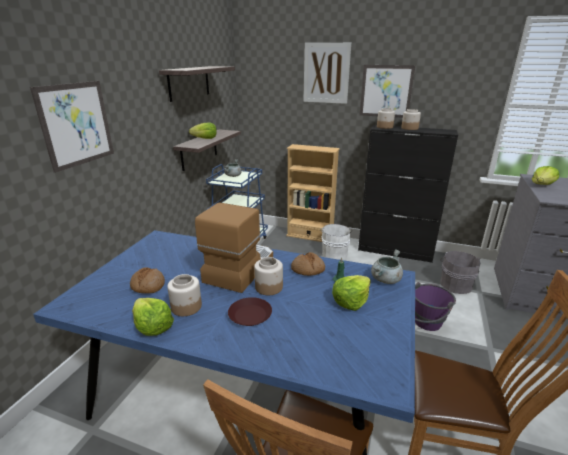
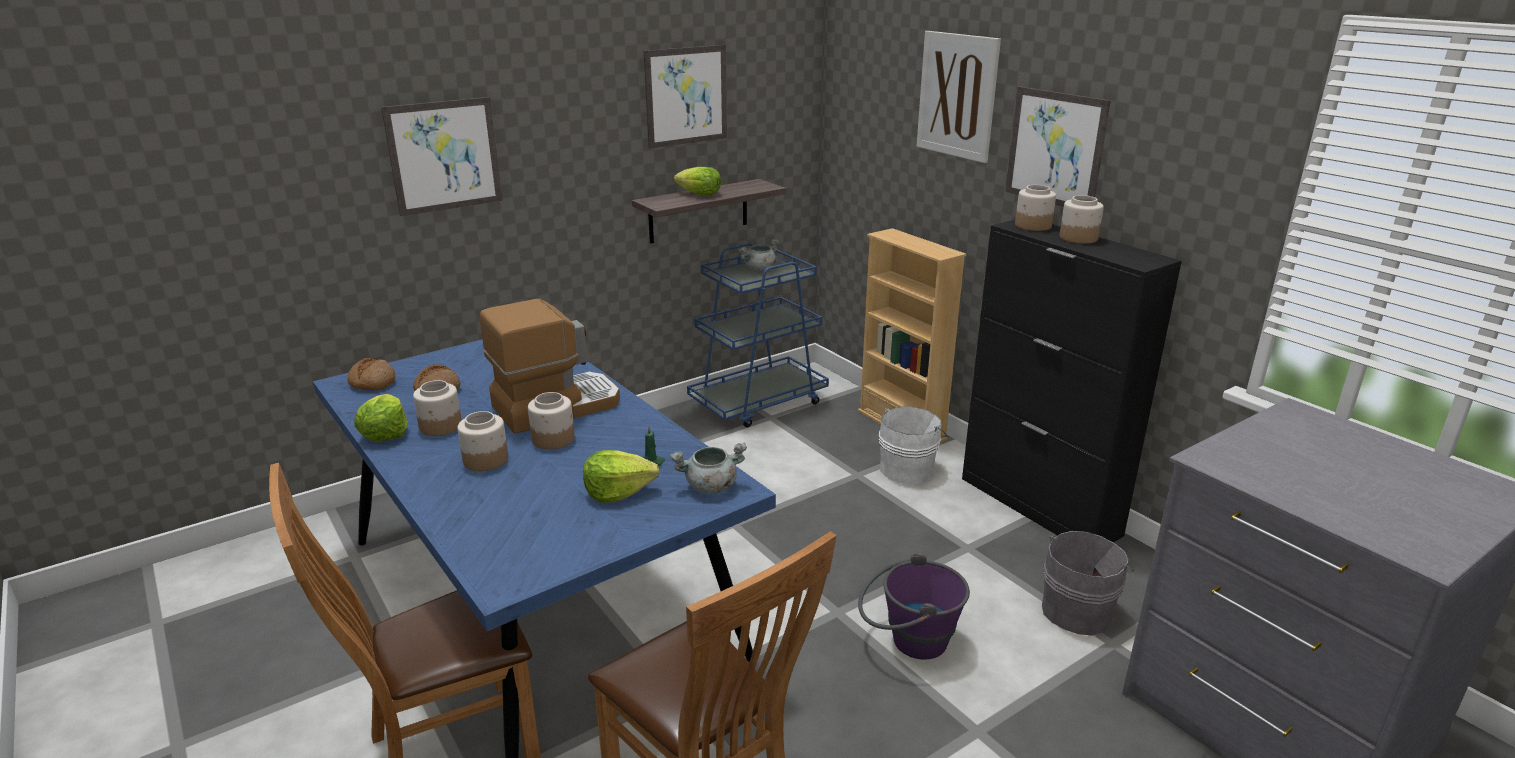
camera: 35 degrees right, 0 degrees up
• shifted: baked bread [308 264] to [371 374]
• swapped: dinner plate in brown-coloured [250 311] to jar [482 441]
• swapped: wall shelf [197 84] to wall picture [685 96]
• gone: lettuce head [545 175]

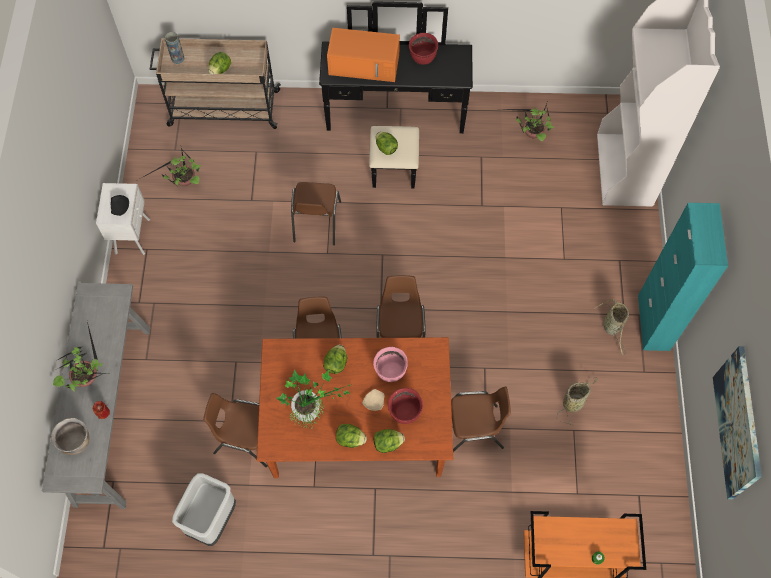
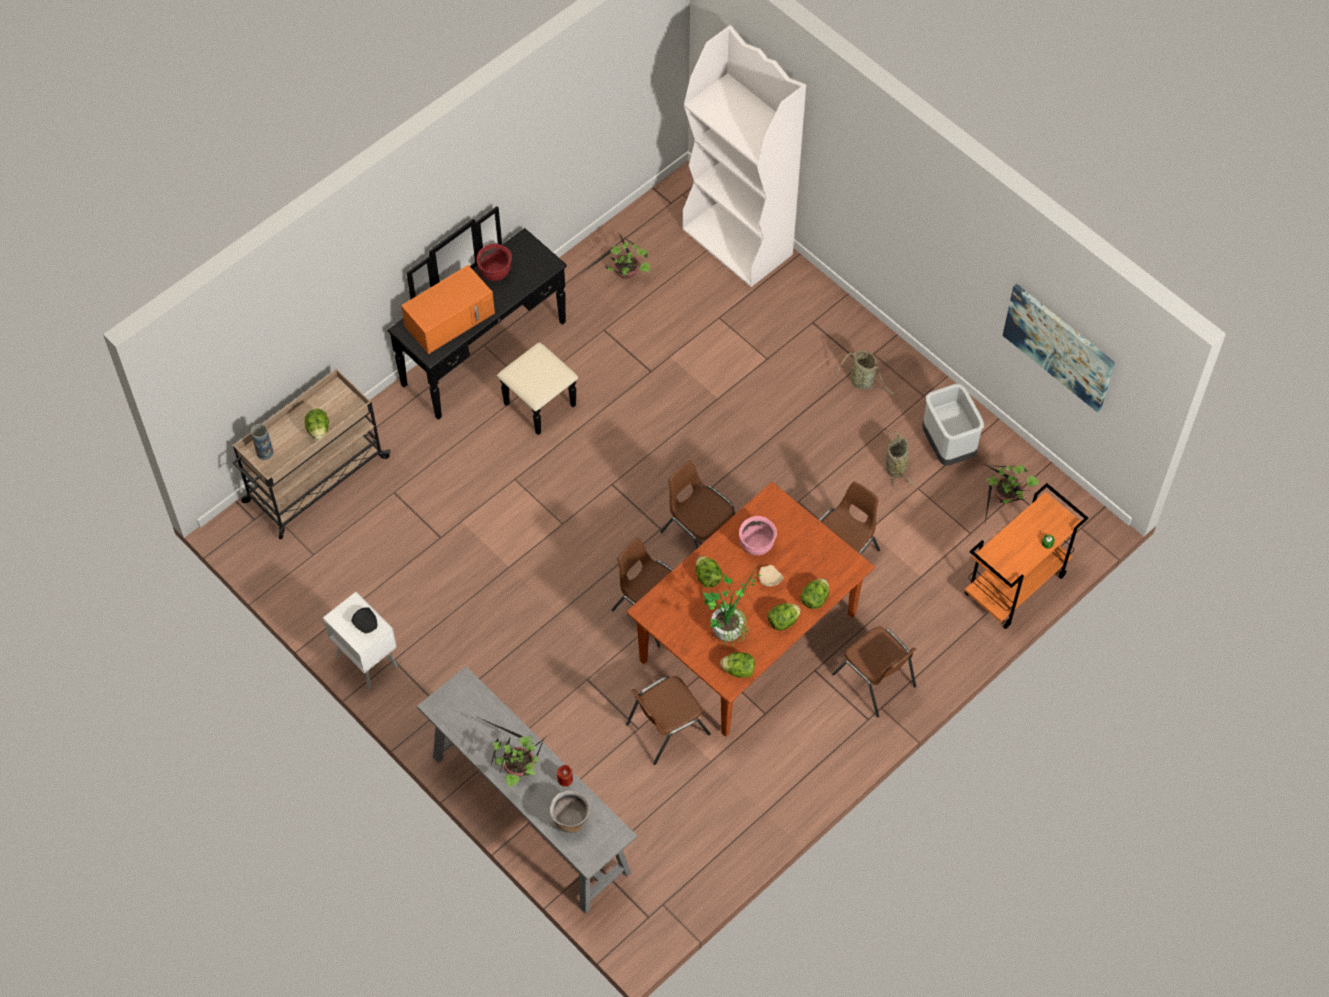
camera: 45 degrees left, 5 degrees down
• shifted: lettuce head [387 143] to [738 665]
• shifted: chair in brown-coloured [316 213] to [874 671]
• shifted: rubbish bin in gray [204 509] to [953 425]
• shifted: plant in a pot [169 167] to [1010 493]
• gone: cooking pot in red [405 406]
• gone: storage cabinet in turquoise [683 277]

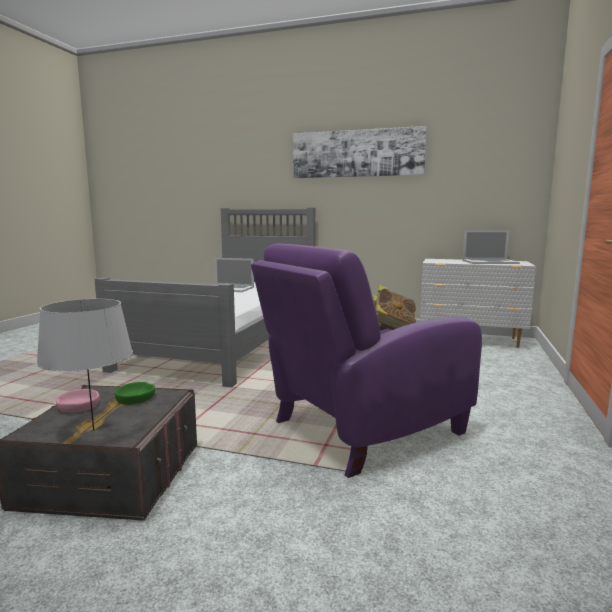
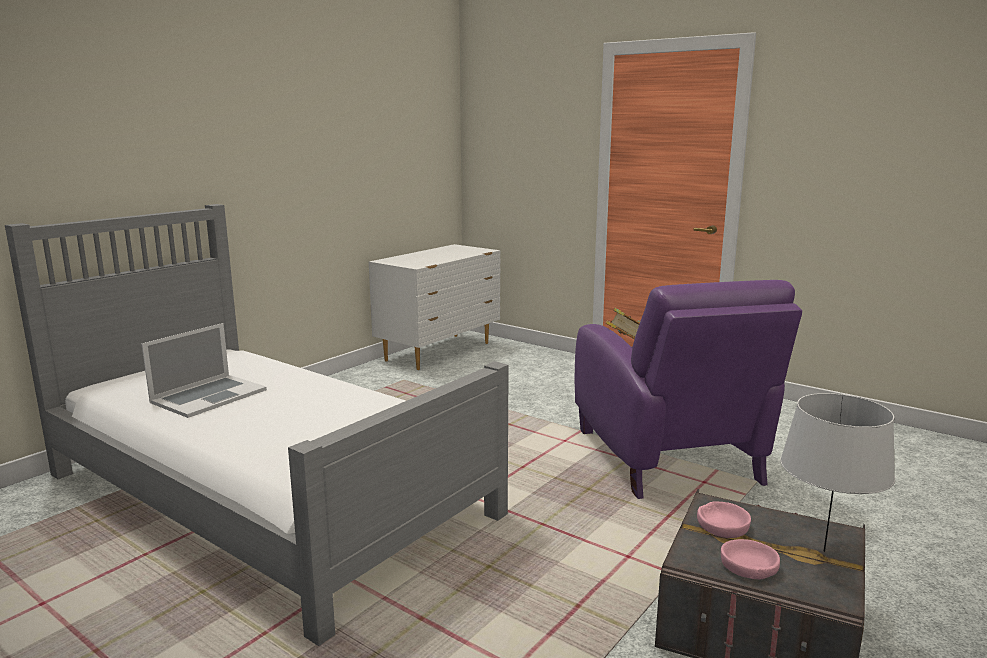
camera: 70 degrees left, 5 degrees up
• repainted: bowl in green [135 393] to bowl in pink [724 520]
• gone: wall picture [360 152]
• gone: laptop [491 247]

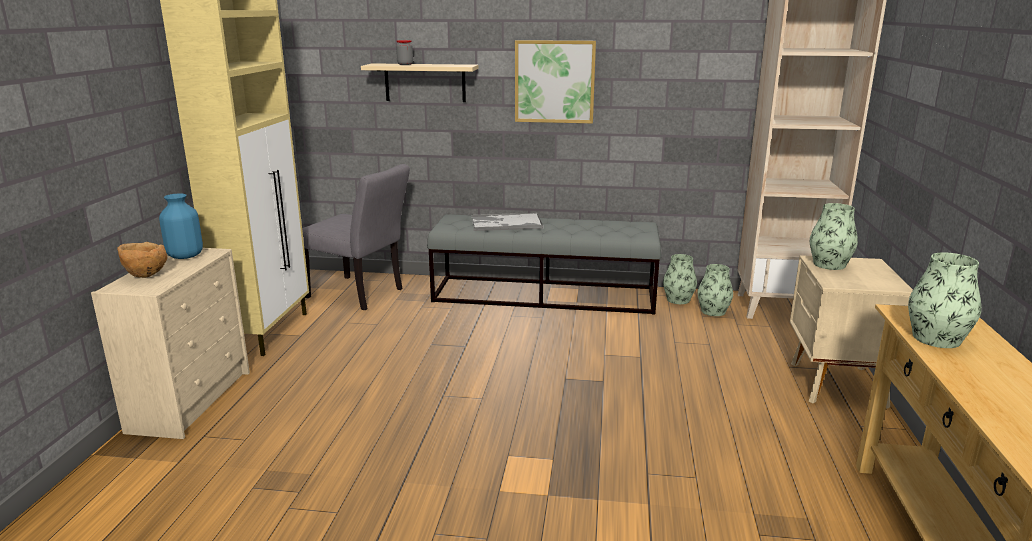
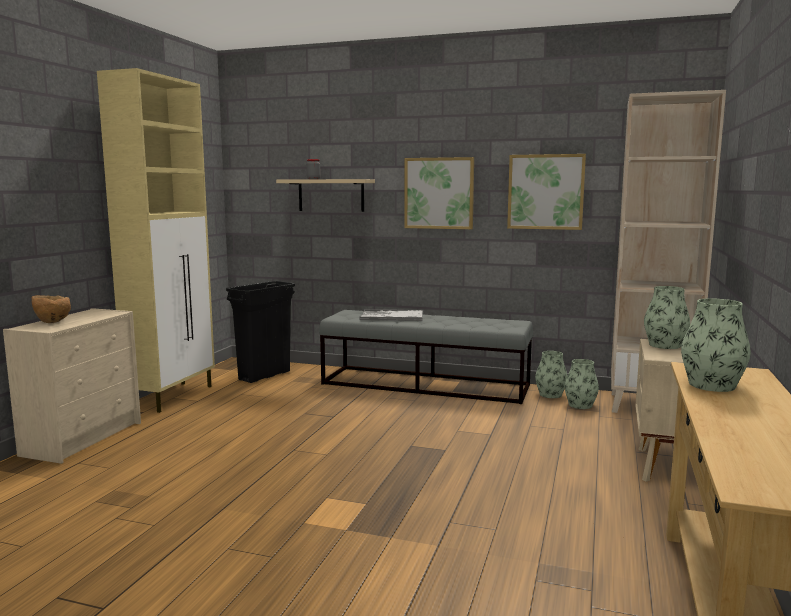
camera: 10 degrees right, 10 degrees down
• swapped: chair in gray [356 237] to rubbish bin in black [260 332]
• new: wall picture [546 192]
• gone: vase in blue [181 226]

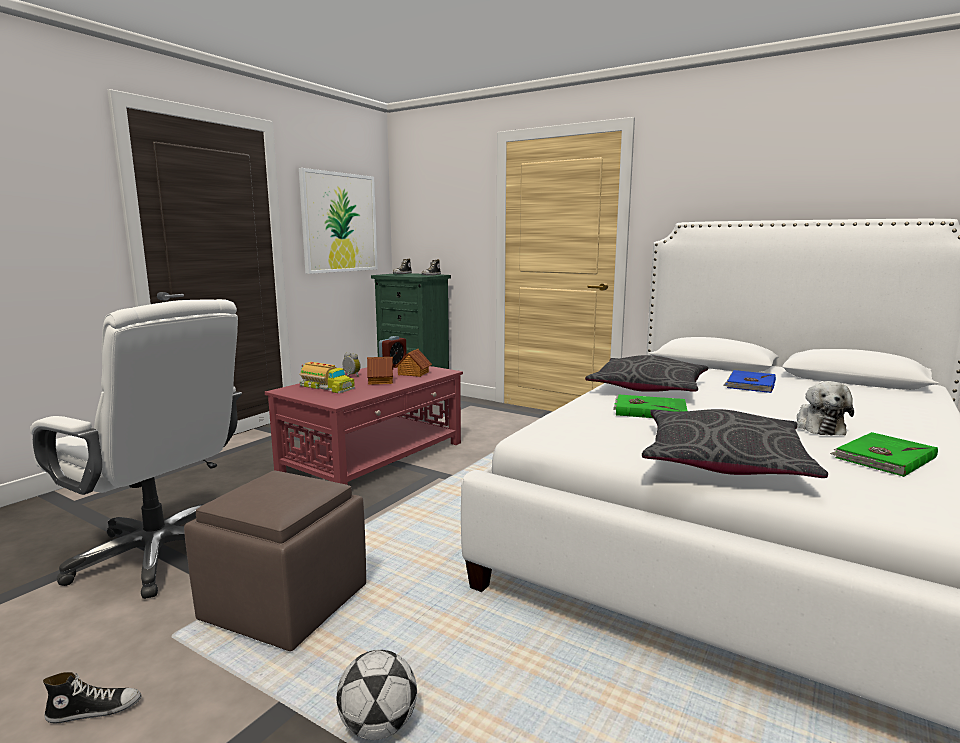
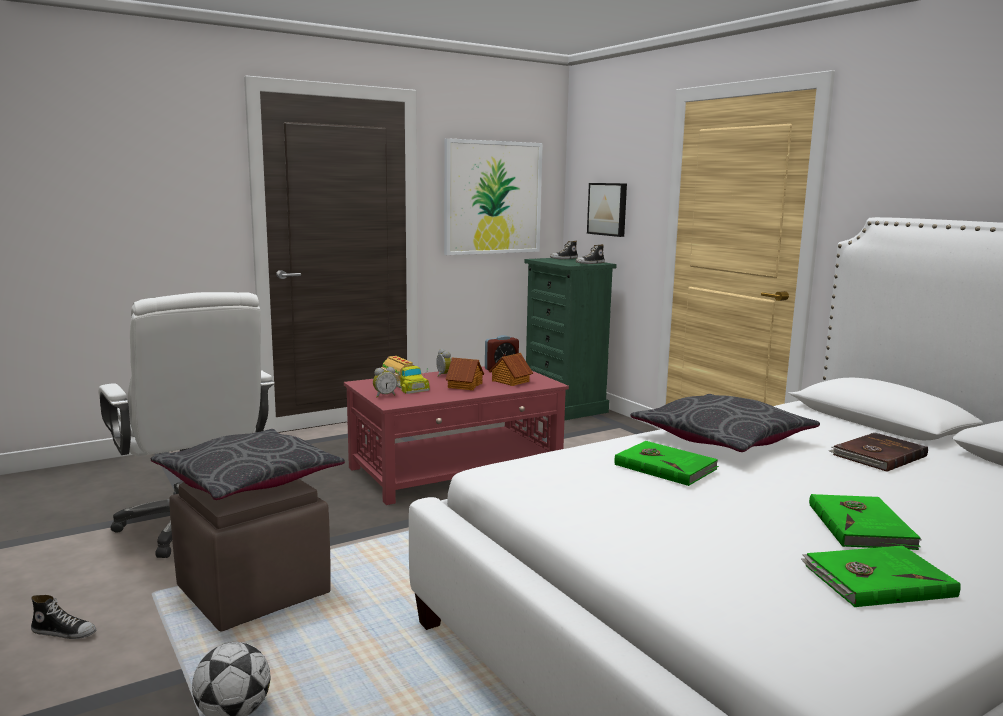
camera: 25 degrees right, 0 degrees up
• shifted: throw pillow in gray [735 443] to [248 464]
• new: alarm clock [385 382]
• new: wall picture [607 210]
• swapped: cuddly toy [825 408] to bound book in green [865 522]
• repainted: bound book in blue [749 381] to bound book in brown-coloured [878 452]

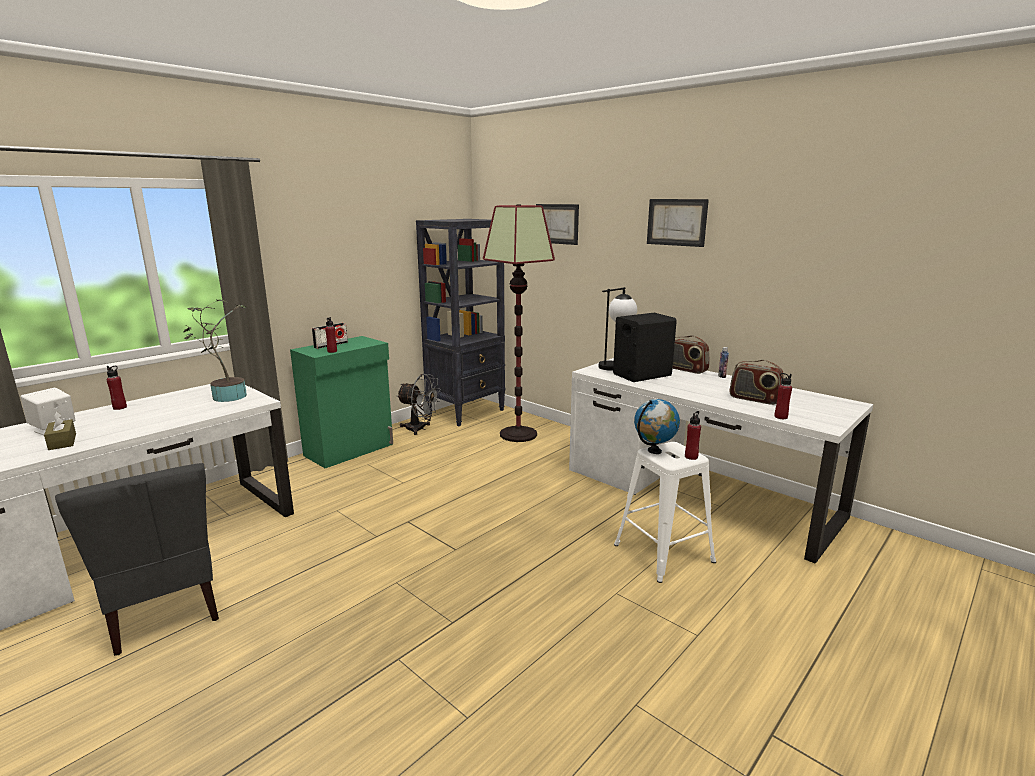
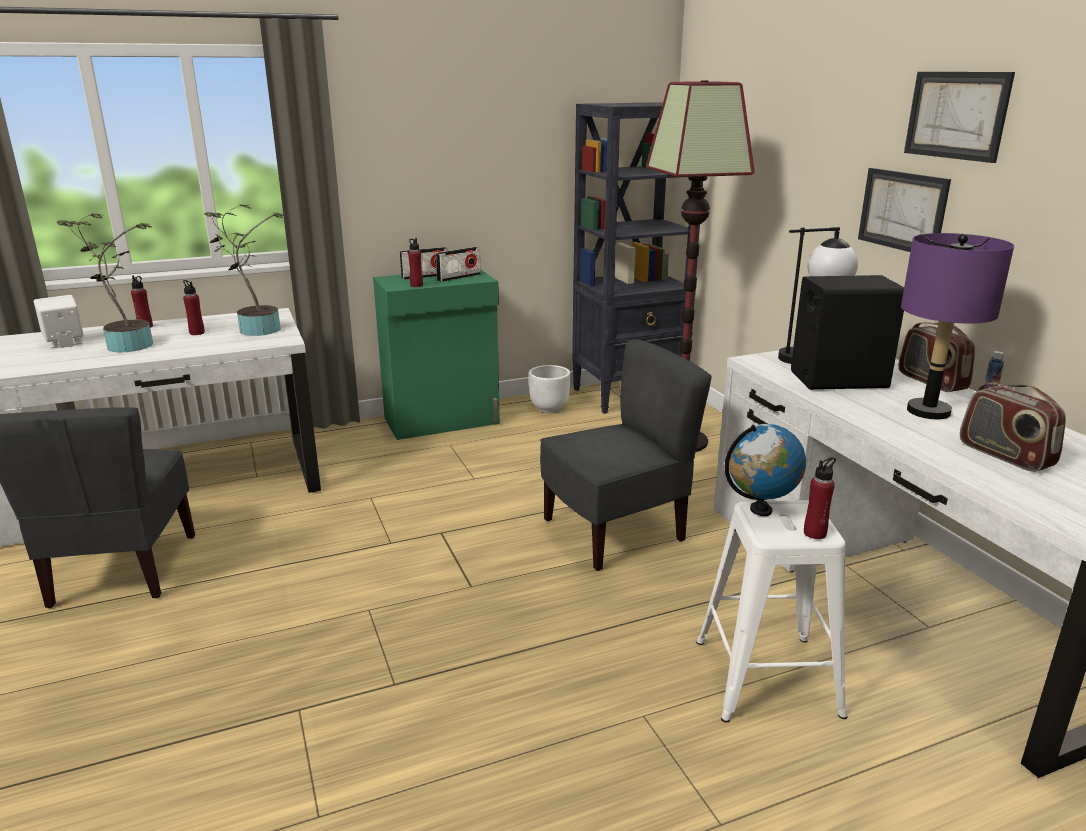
camera: 25 degrees right, 5 degrees up
• new: plant in a pot [105 282]
• shifted: drink bottle in red [783 396] to [194 307]
• new: radio receiver [458 264]
• swapped: fan in gray [419 404] to flower pot in white [549 389]
• new: chair in gray [626 455]
• shifted: wall picture [557 224] to [904 210]
• new: table lamp in purple-coloured [957 326]
• gone: tissue holder in brown-coloured [60 431]

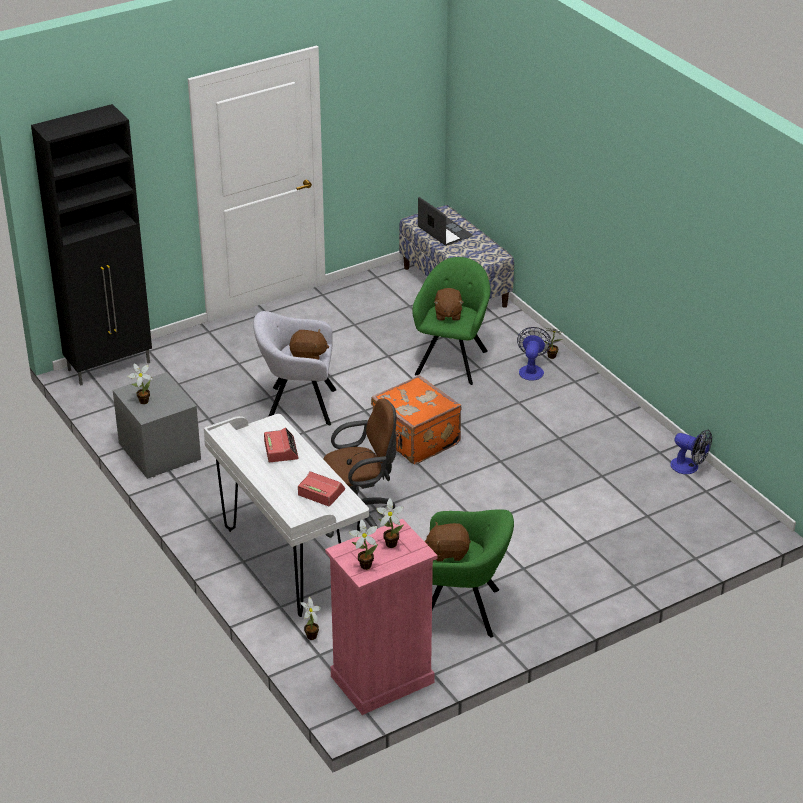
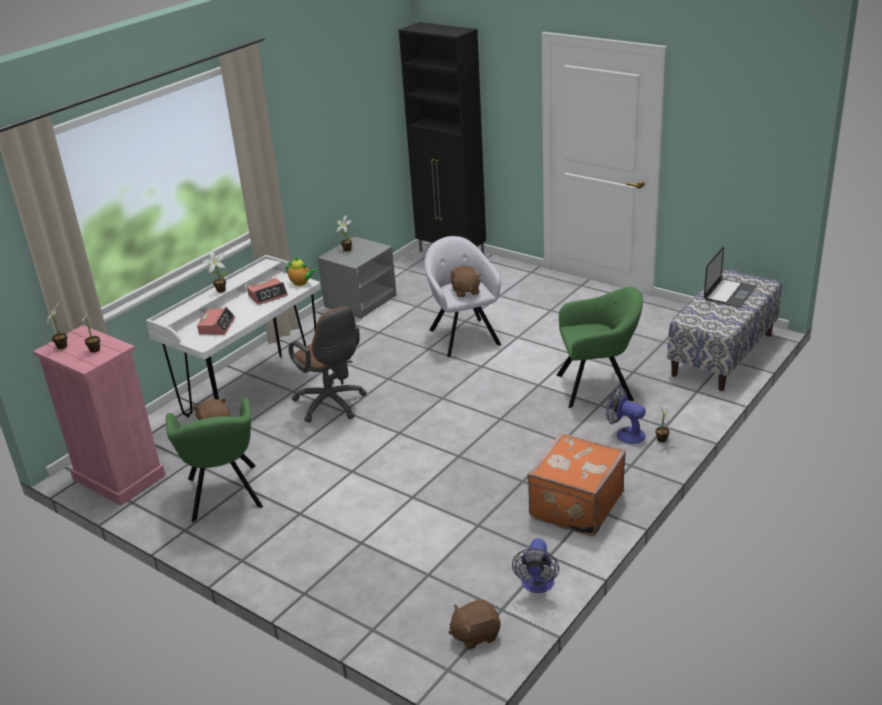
camera: 70 degrees right, 5 degrees down
• shifted: plant in a pot [310 618] to [215 272]
• new: pot for tea [302 271]
• shifted: cuddly toy in brown-coloured [449 304] to [474 624]
• shifted: suitcase in orange-coloured [416 419] to [576 484]
• rotated: fan [534 354] = [626 415] 135 degrees counterclockwise

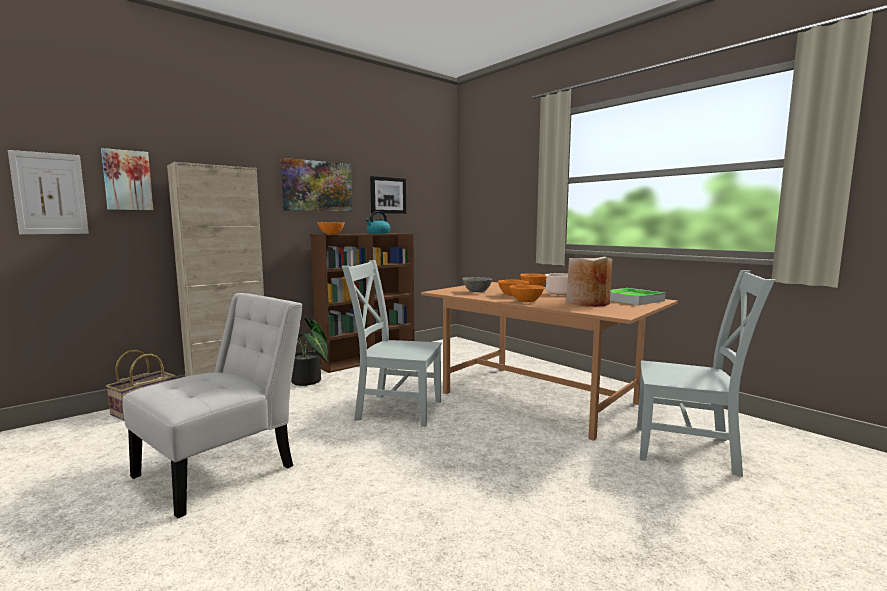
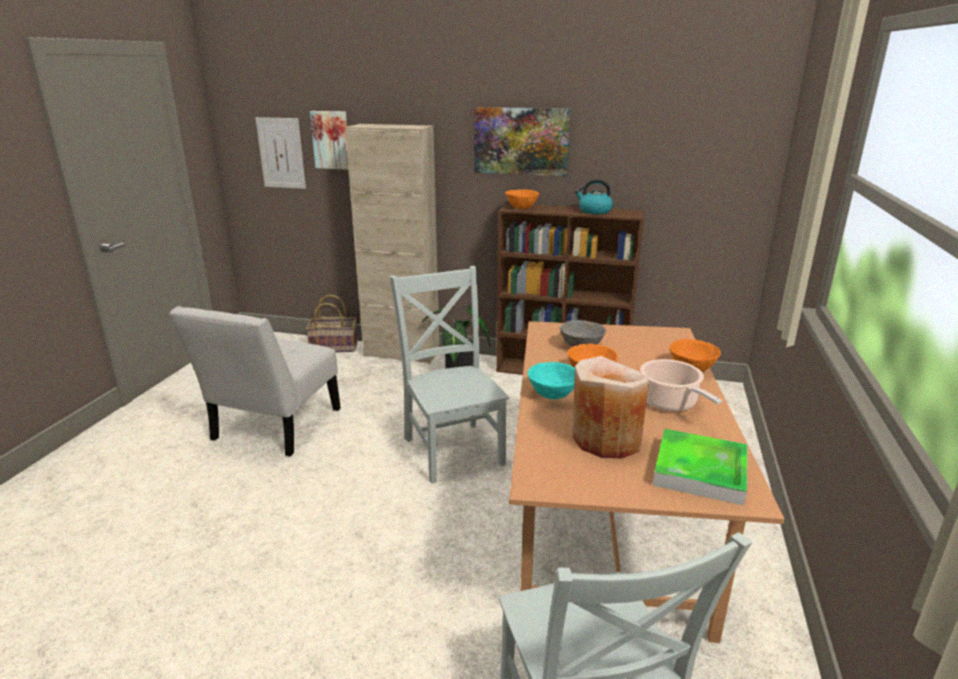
camera: 55 degrees right, 15 degrees up
• rotated: chair in white [212 406] = [255 381] 105 degrees clockwise
• repainted: bowl in orange-coloured [526 293] to bowl in turquoise [551 380]
• gone: wall picture [388 195]

